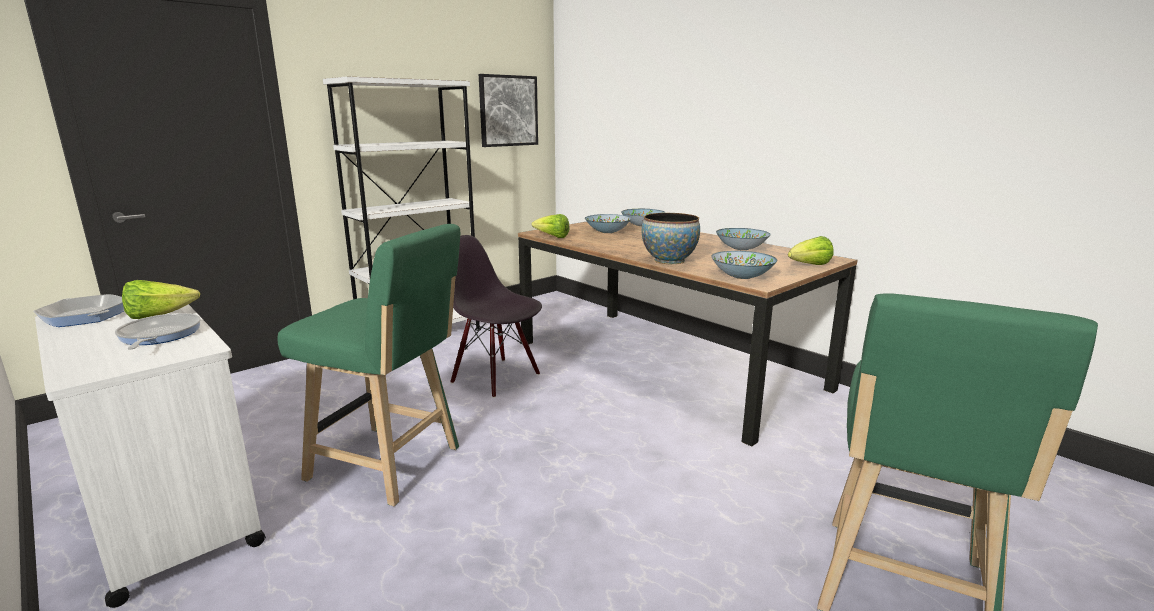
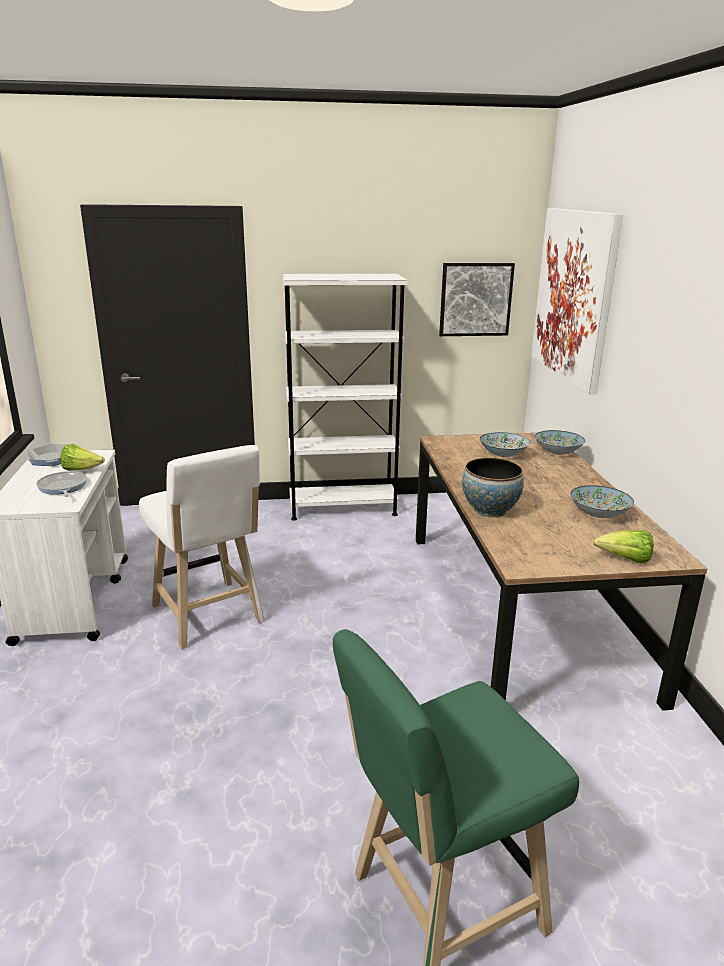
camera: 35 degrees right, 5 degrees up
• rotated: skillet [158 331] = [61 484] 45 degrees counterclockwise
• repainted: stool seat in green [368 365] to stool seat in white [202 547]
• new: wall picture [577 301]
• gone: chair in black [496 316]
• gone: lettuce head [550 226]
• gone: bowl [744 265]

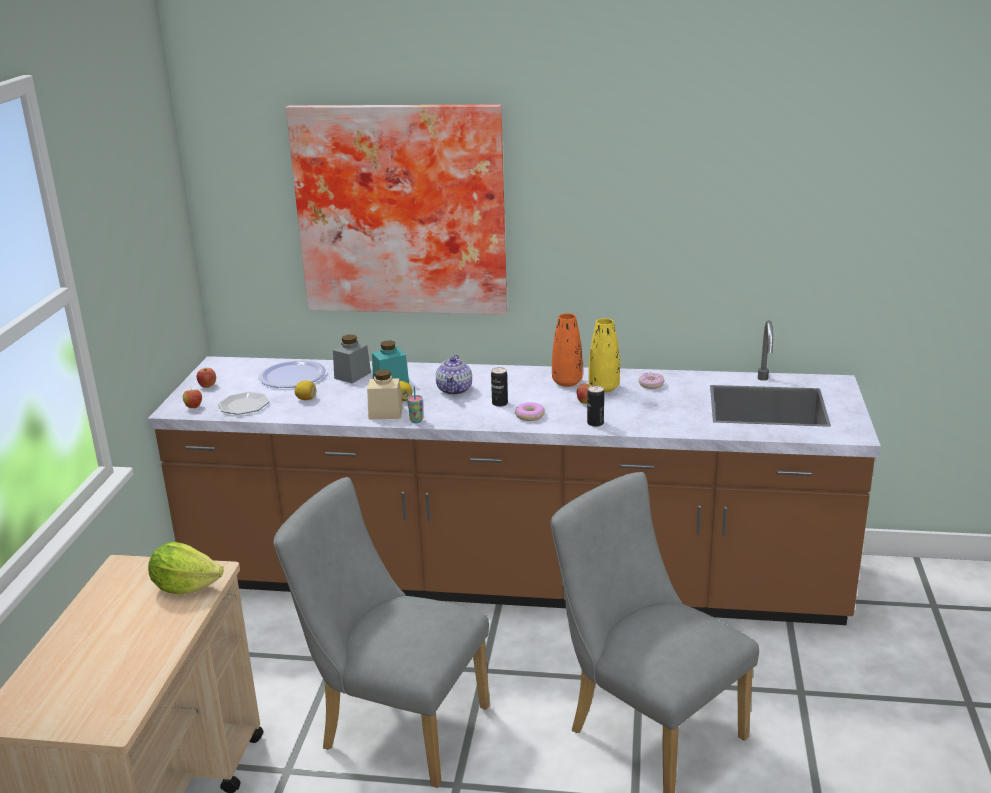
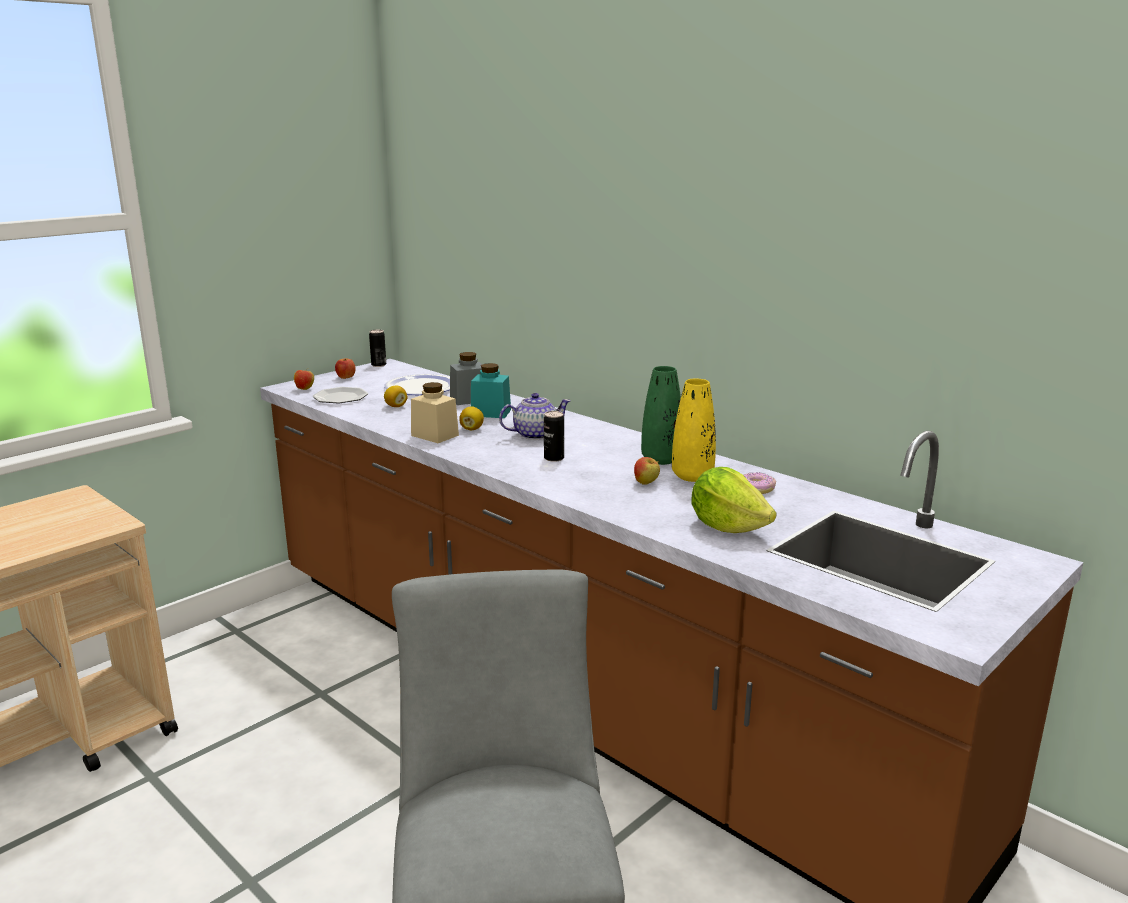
camera: 35 degrees right, 5 degrees down
• shifted: sealed can [595 406] to [377 348]
• rotated: pot for tea [454 375] = [535 416] 150 degrees counterclockwise
• repainted: vase in orange-coloured [567 350] to vase in green [661 415]
• shifted: lettuce head [186 568] to [734 500]
• gone: chair in gray [382 632]
• gone: wall picture [396 210]
• gone: drinking cup [415 405]
• gone: donut [530 411]

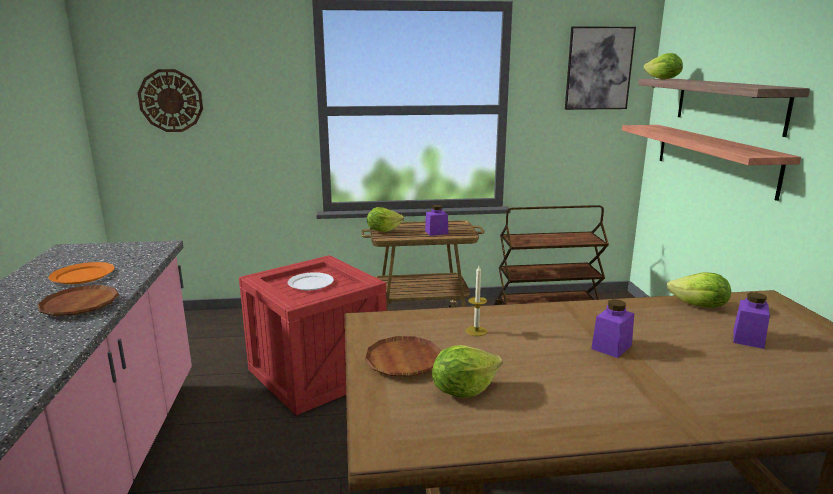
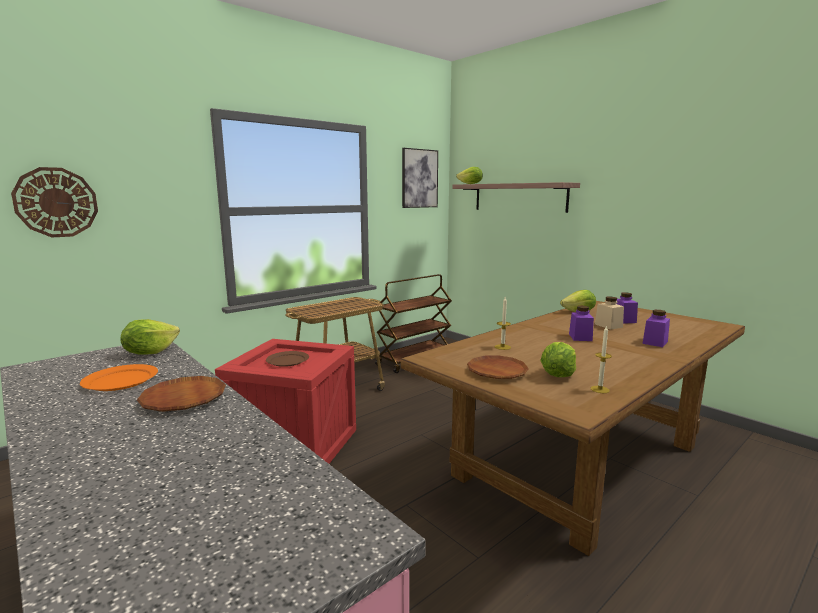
camera: 35 degrees left, 5 degrees down
• shifted: lettuce head [385 219] to [150 336]
• repainted: dinner plate in white [311 281] to dinner plate in brown-coloured [287 359]
• new: candle [601 359]
• new: jar in sand-coloured [609 313]
• shifted: jar in purple-coloured [437 220] to [656 328]
• gone: wall shelf [711 163]

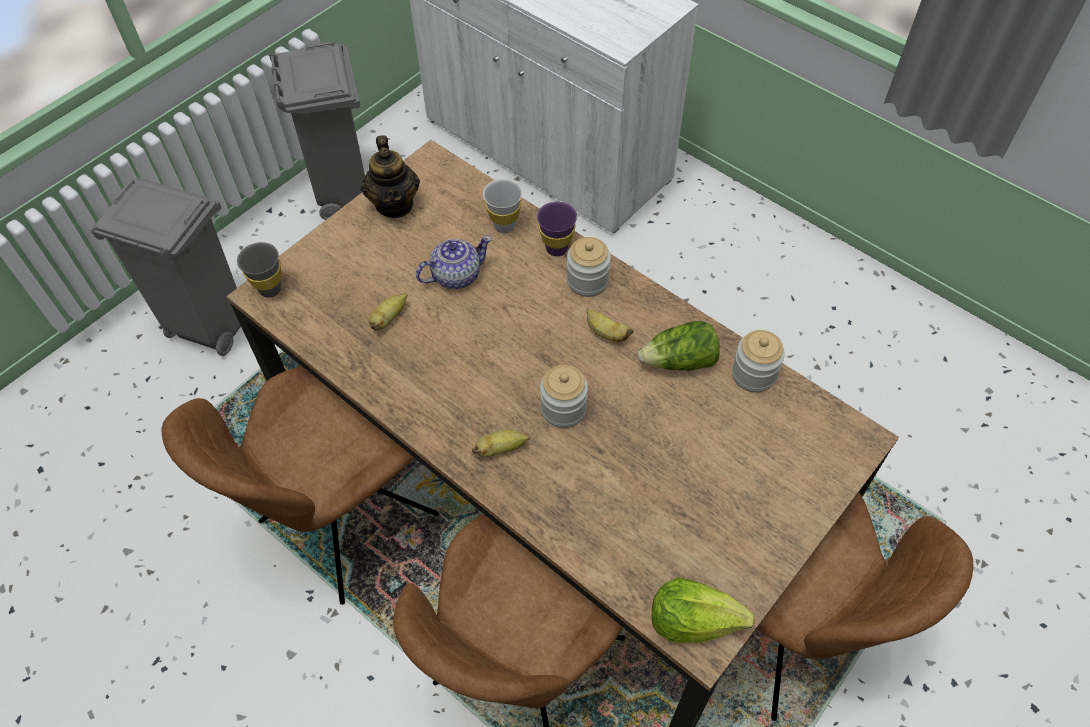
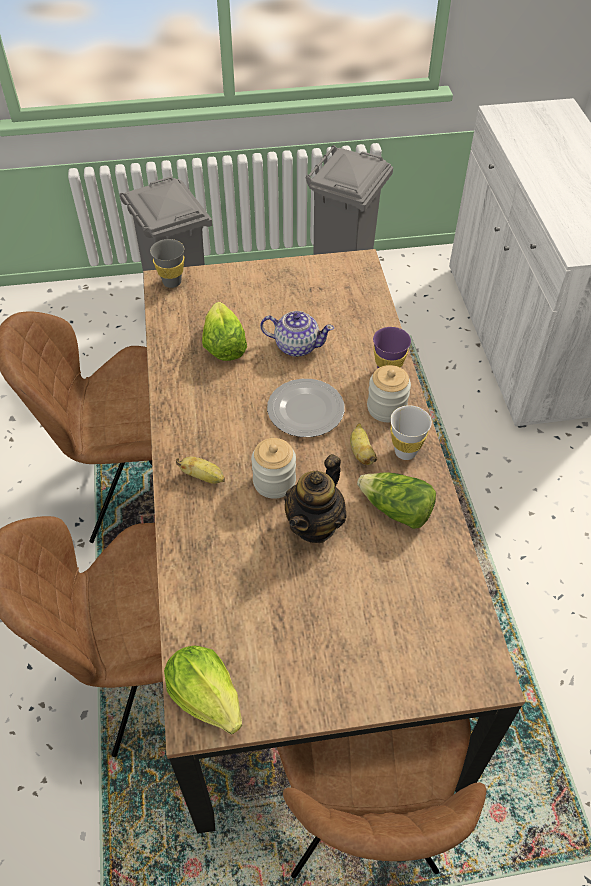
camera: 40 degrees right, 5 degrees down
• swapped: whole banana [388 312] to lettuce head [224 331]
• new: dinner plate [306 408]
• shifted: pot for tea [390 176] to [315 498]
• shifted: drinking cup in white [502 206] to [411 432]
• gone: jar [758 361]

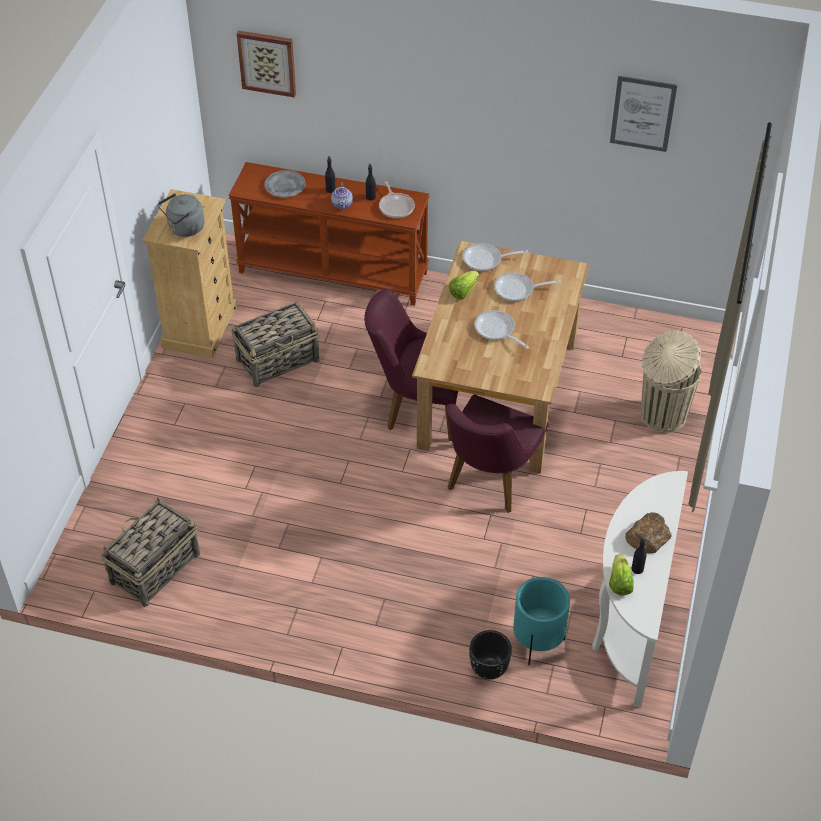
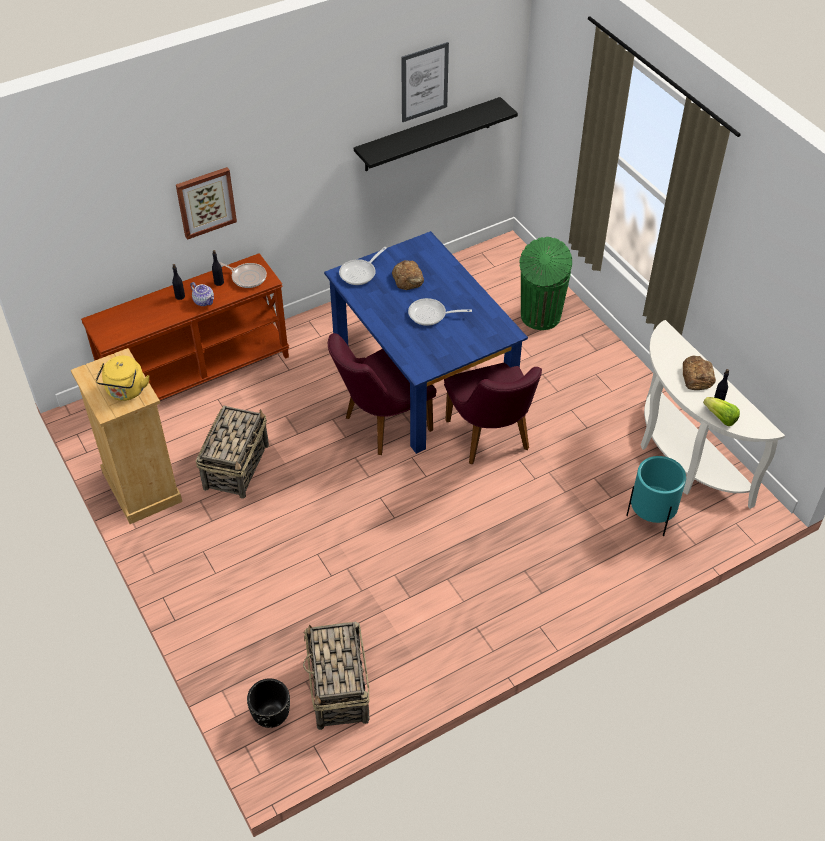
camera: 45 degrees left, 0 degrees up
• repainted: water kettle in gray [181 215] to water kettle in yellow-coloured [122 378]
• shifted: wall picture [266 63] to [206 203]
• shifted: flower pot in black [490 654] to [268 703]
• repainted: dinner table in brown-coloured [500 357] to dinner table in blue [426 342]
• new: wall shelf in black [436 134]
• swapped: skillet [527 286] to baked bread [408 275]
• repainted: rubbish bin in sand-coloured [671 381] to rubbish bin in green [545 283]
• gone: dinner plate in gray [285 183]
• gone: lettuce head [464 285]

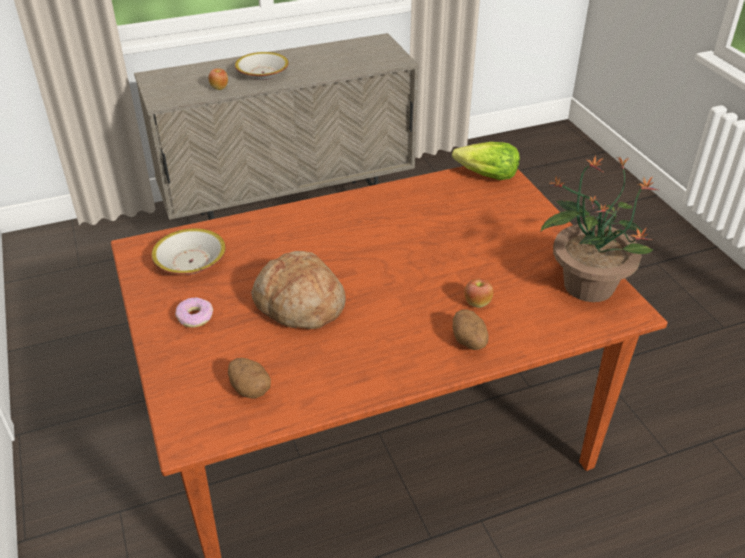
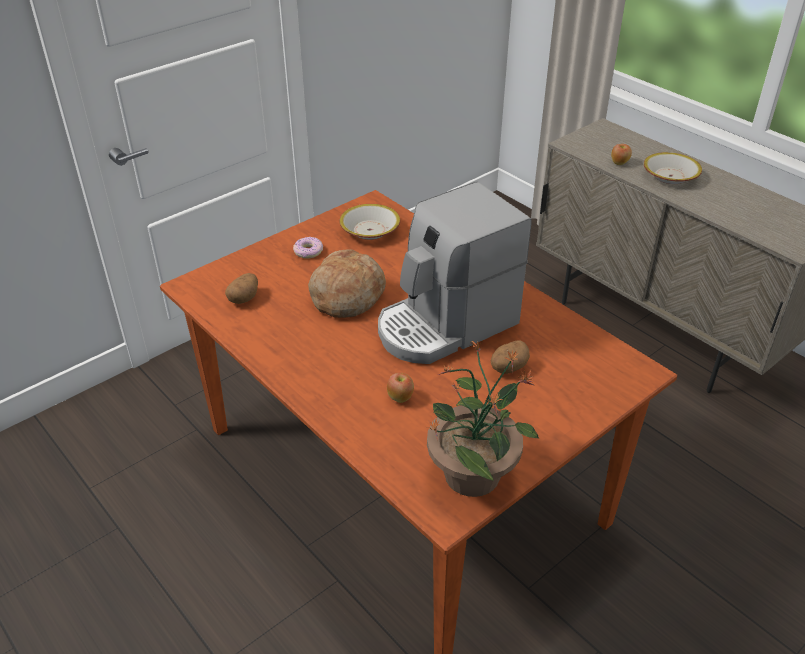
camera: 70 degrees right, 0 degrees up
• new: coffee maker [454 273]
• shifted: potato [470 330] to [510 357]
• gone: lettuce head [486 161]

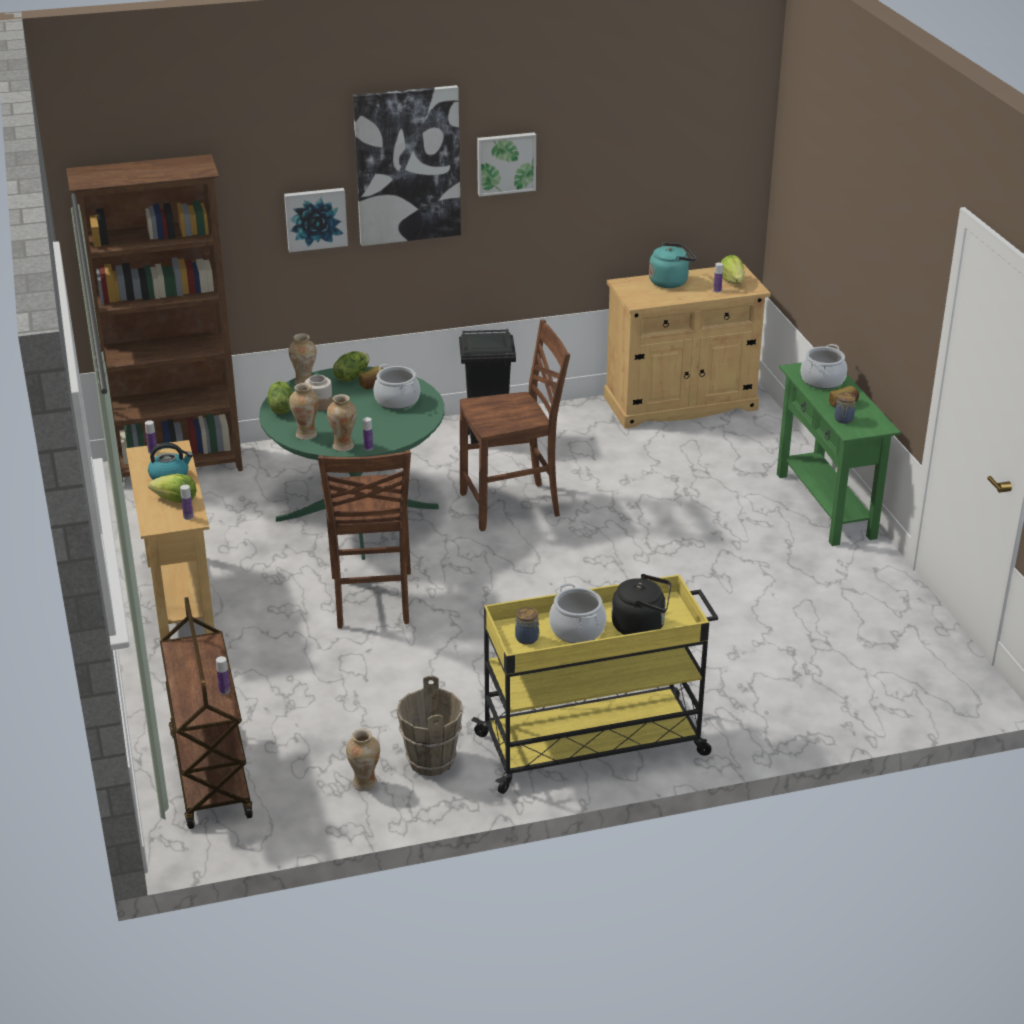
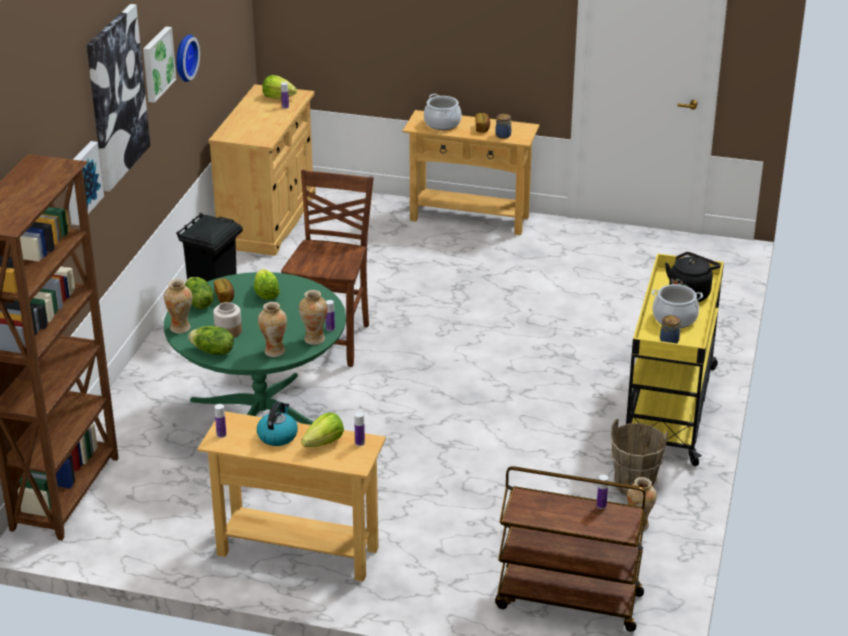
camera: 60 degrees left, 0 degrees up
• new: wall clock [188 58]
• swapped: cooking pot [396 386] to lettuce head [267 284]
• repainted: hall table in green [839 454] to hall table in sand-coloured [470 172]
• gone: chair in brown-coloured [364 539]
• gone: water kettle in turquoise [672 265]

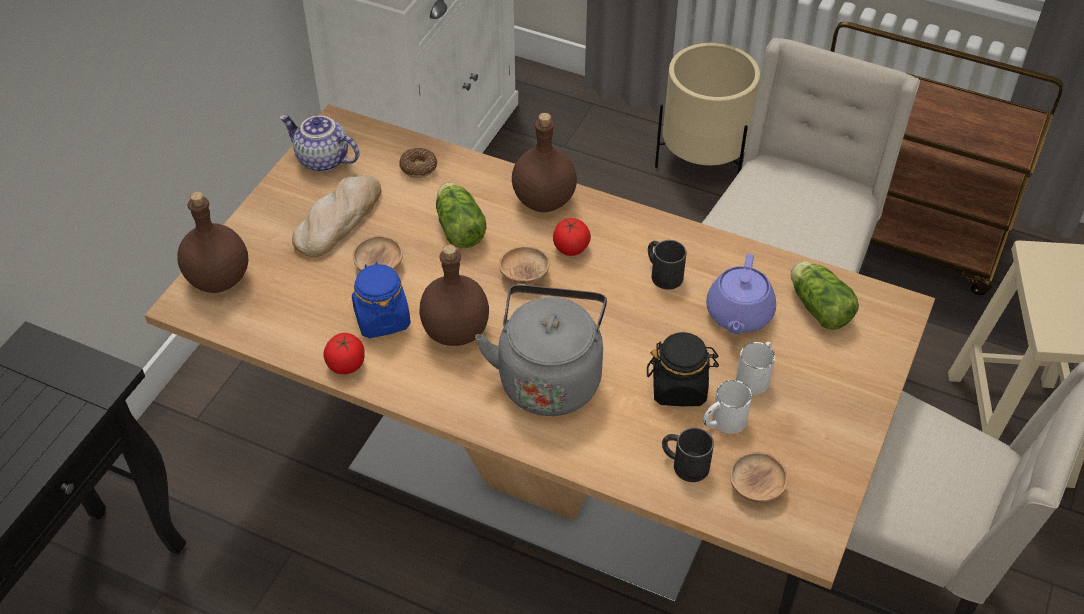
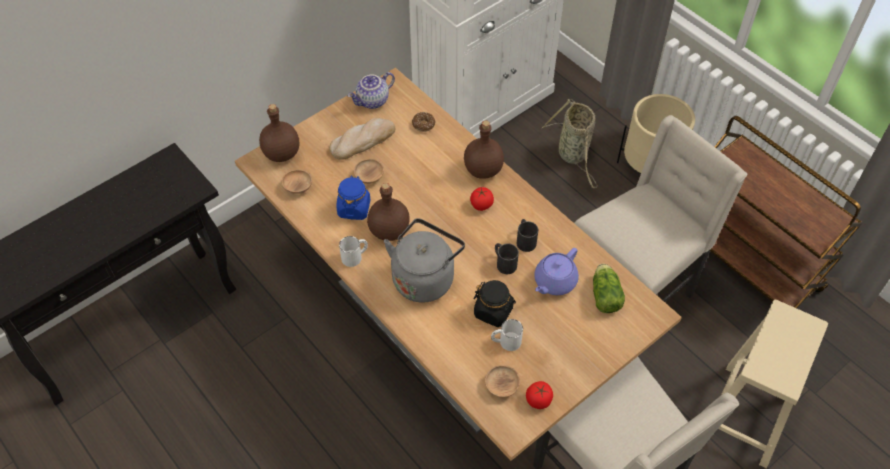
camera: 25 degrees right, 5 degrees up
• shifted: bowl in brown-coloured [524 265] to [296 182]
• shifted: coffee mug in white [755 368] to [353 251]
• rotated: pot for tea [319 143] = [371 90] 90 degrees counterclockwise
• shifted: coffee mug in black [688 454] to [507 258]
• shifted: fresh tomato [344 353] to [539 395]
• new: basket [569 143]
• gone: lettuce head [461 215]

